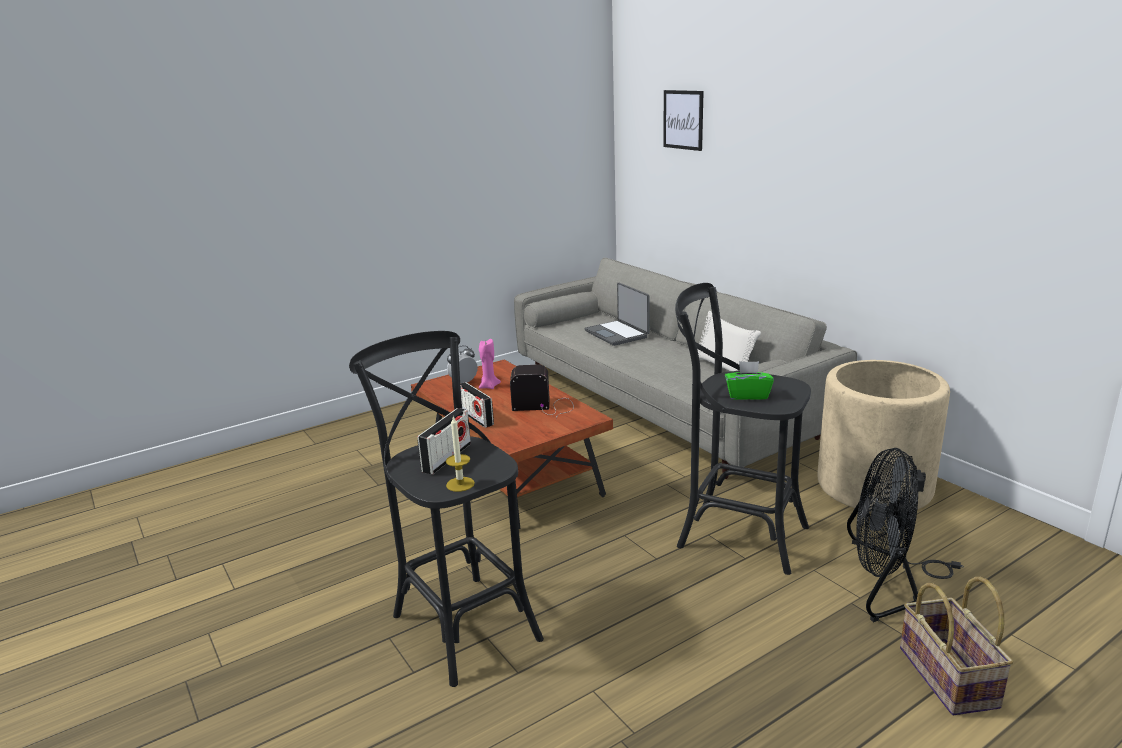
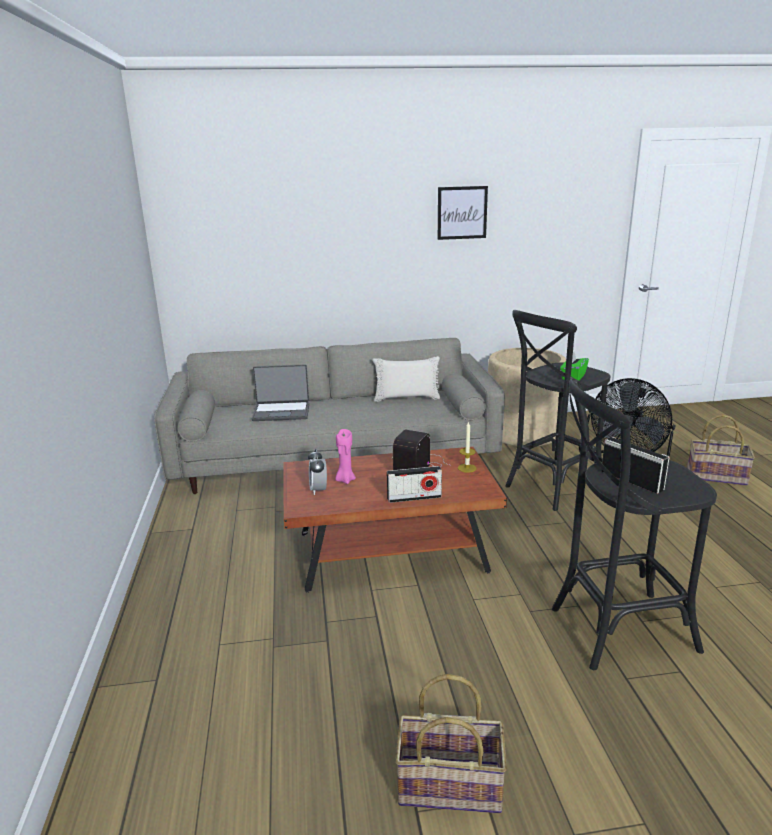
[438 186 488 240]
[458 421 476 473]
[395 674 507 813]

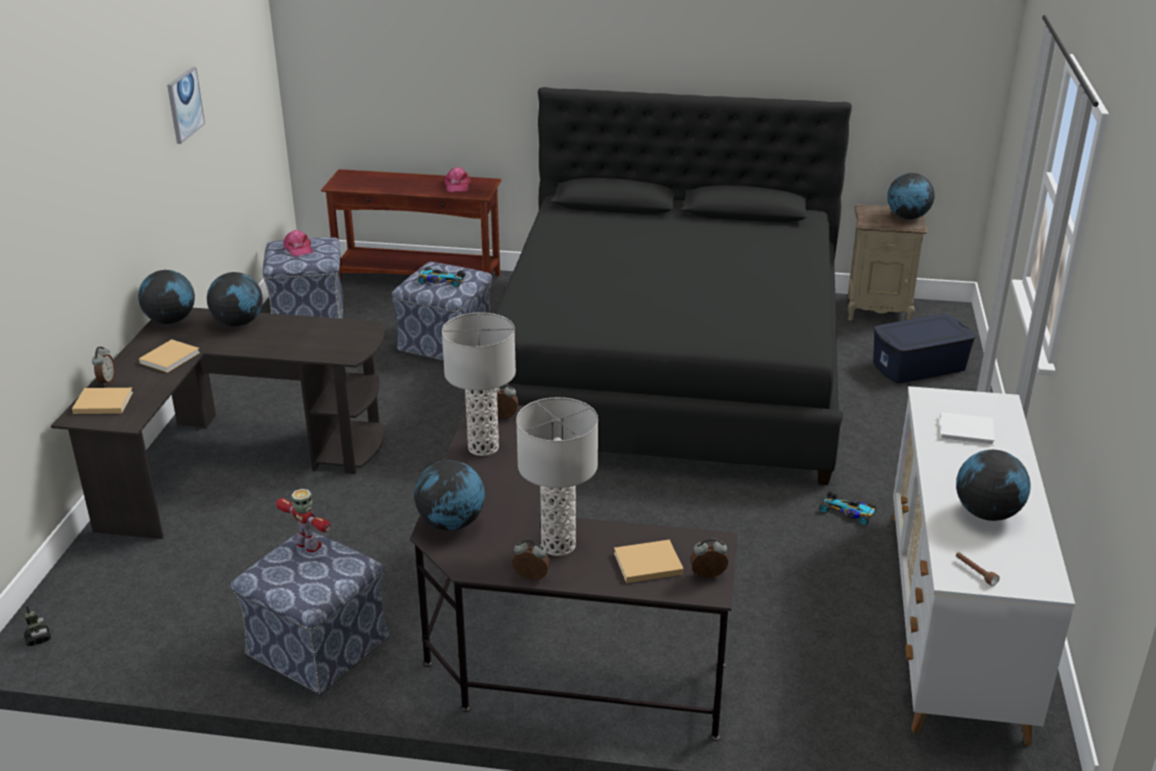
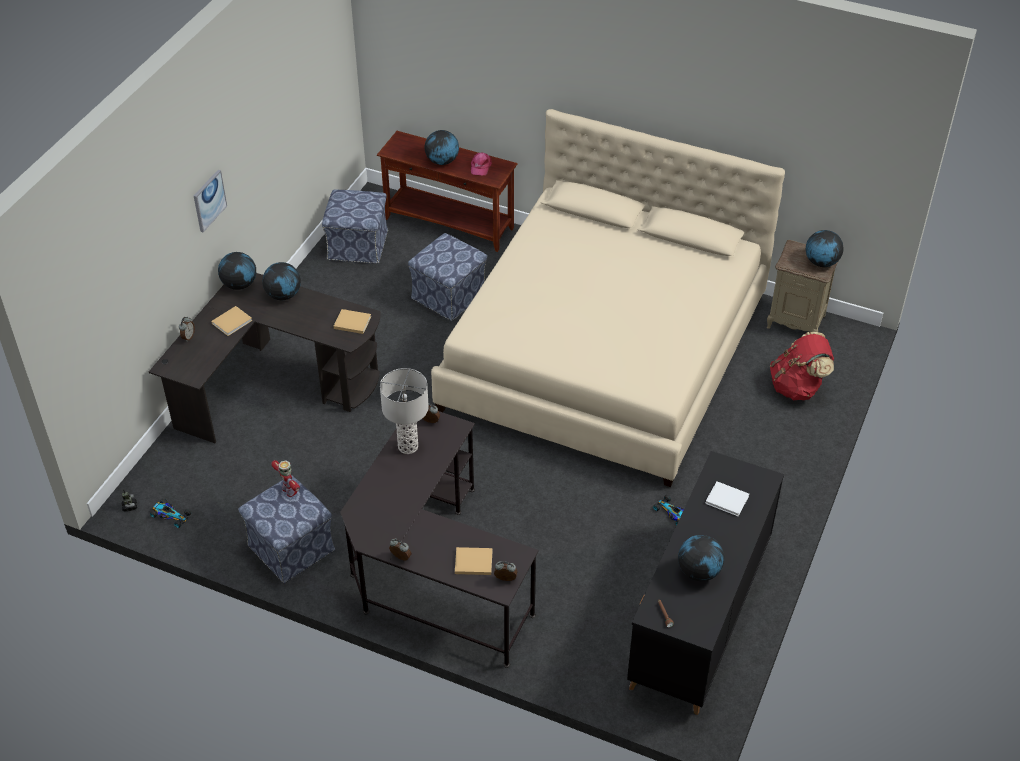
[194 170 227 232]
[431 109 785 487]
[283 230 313 256] (first image)
[150 499 191 528]
[770 332 834 400]
[627 451 784 715]
[333 309 371 334]
[516 397 598 556] (first image)
[424 130 459 165]

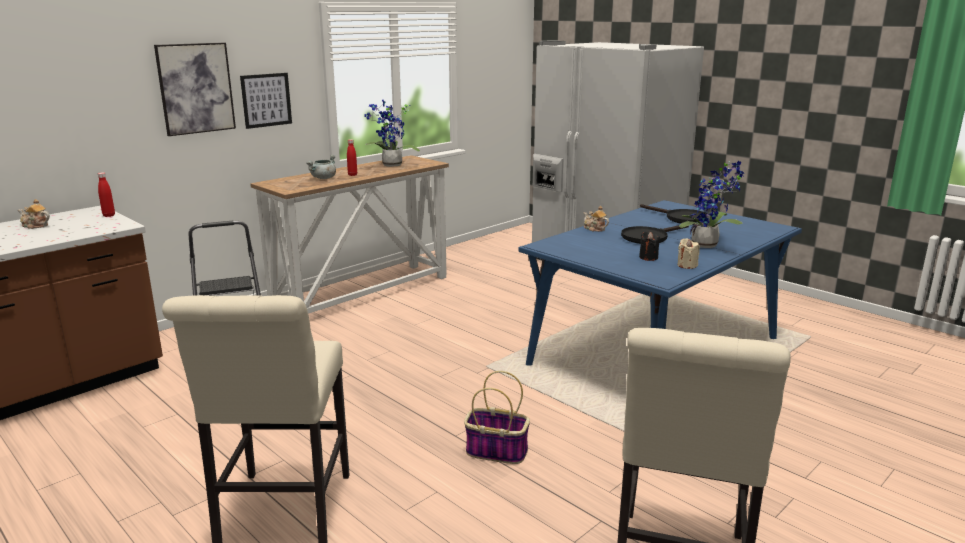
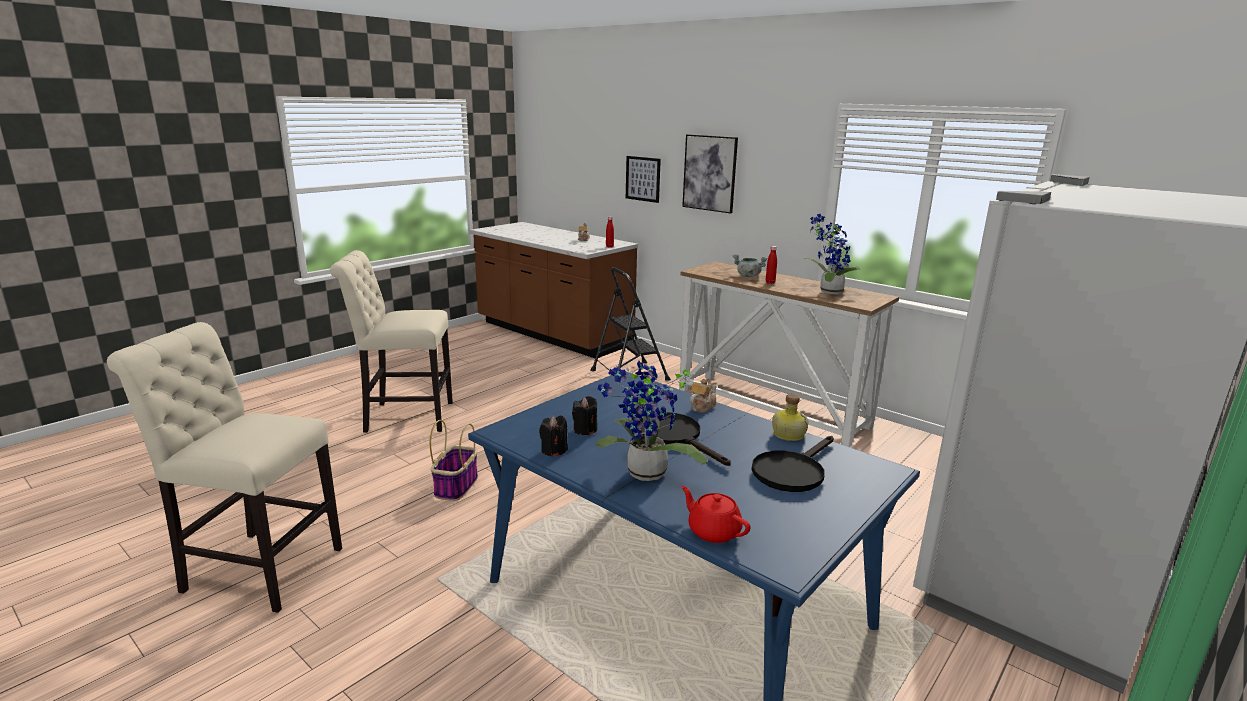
[626 156 661 203]
[539 416 568 457]
[772 394 808 441]
[681 486 751 543]

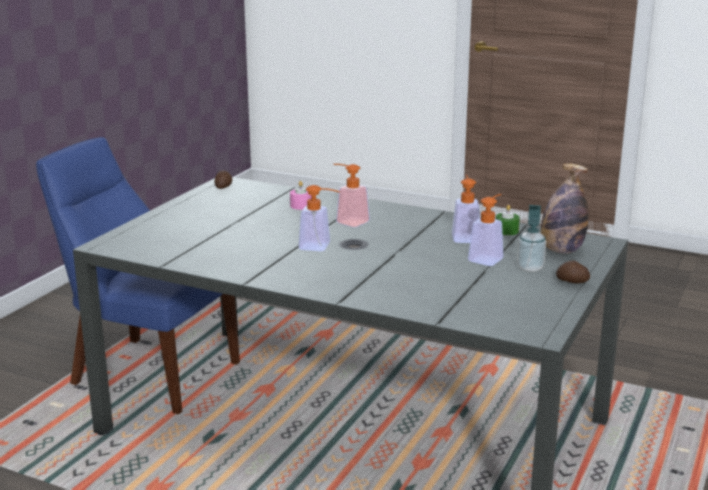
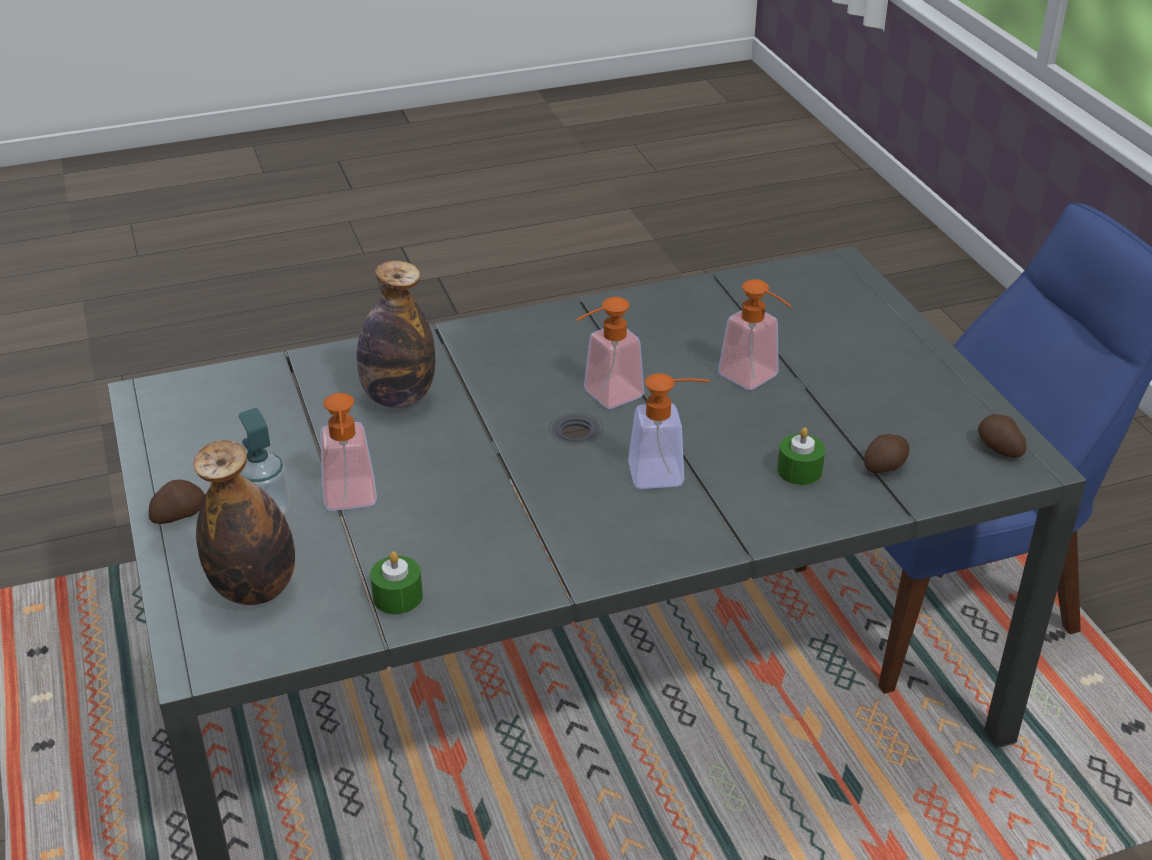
[718 279 791 390]
[777 427 825 485]
[357 261 435 408]
[864 434 909 473]

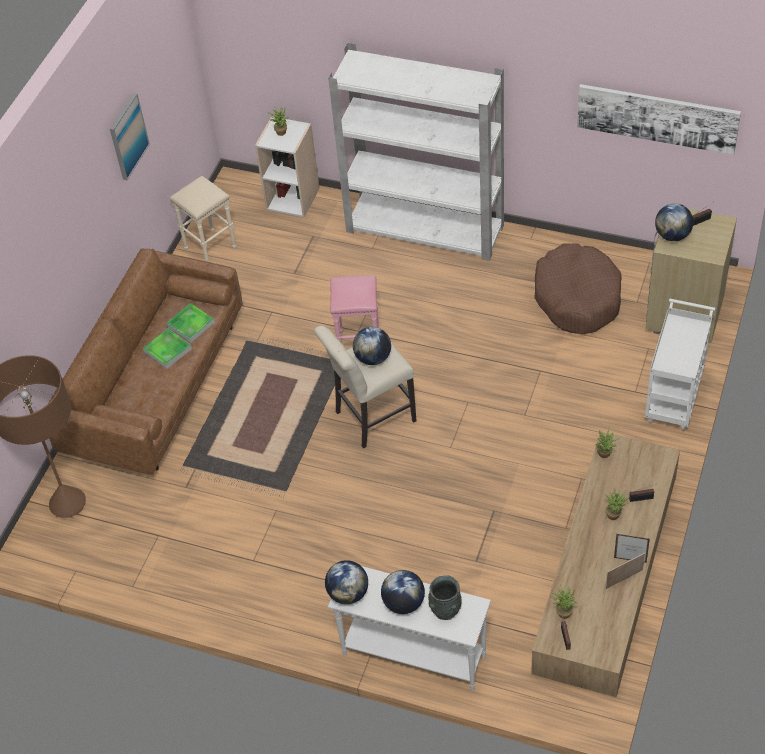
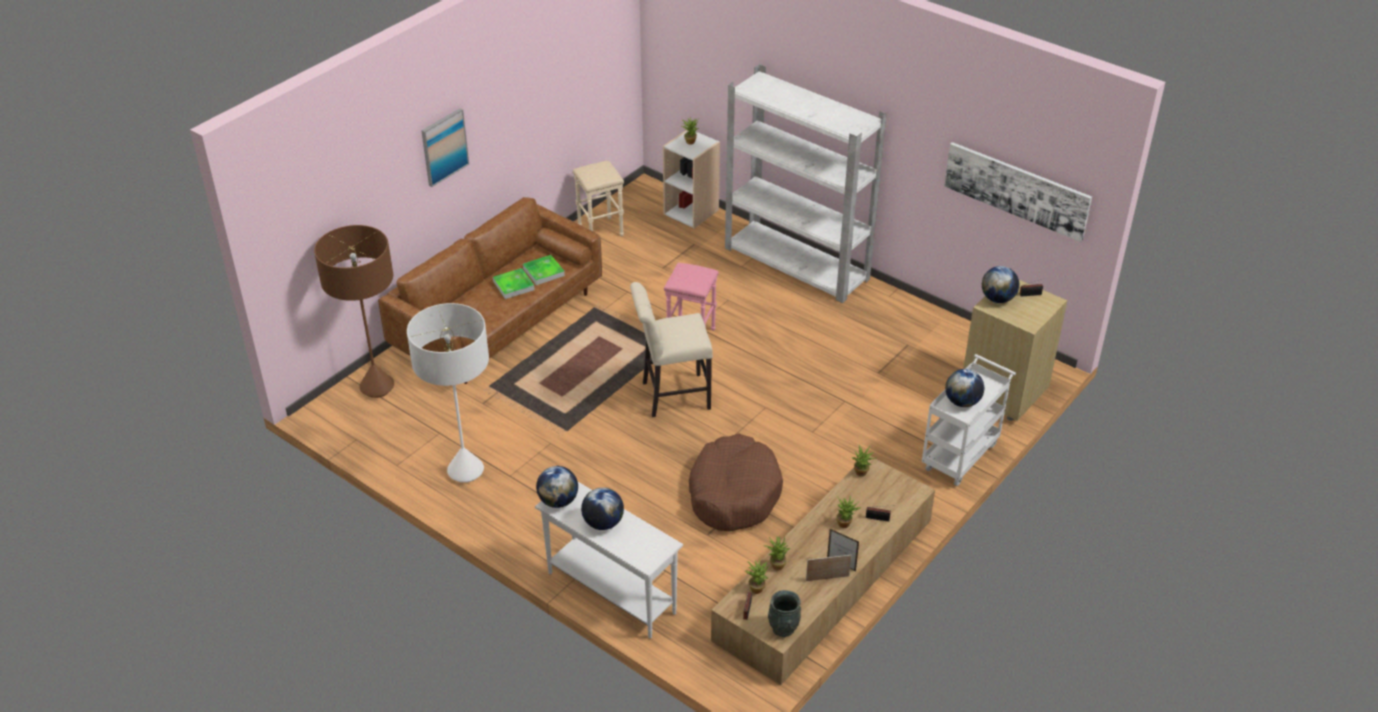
[421 108 469 187]
[689 433 783 532]
[945 369 984 407]
[768 590 801 637]
[407 303 489 483]
[763 536 790 571]

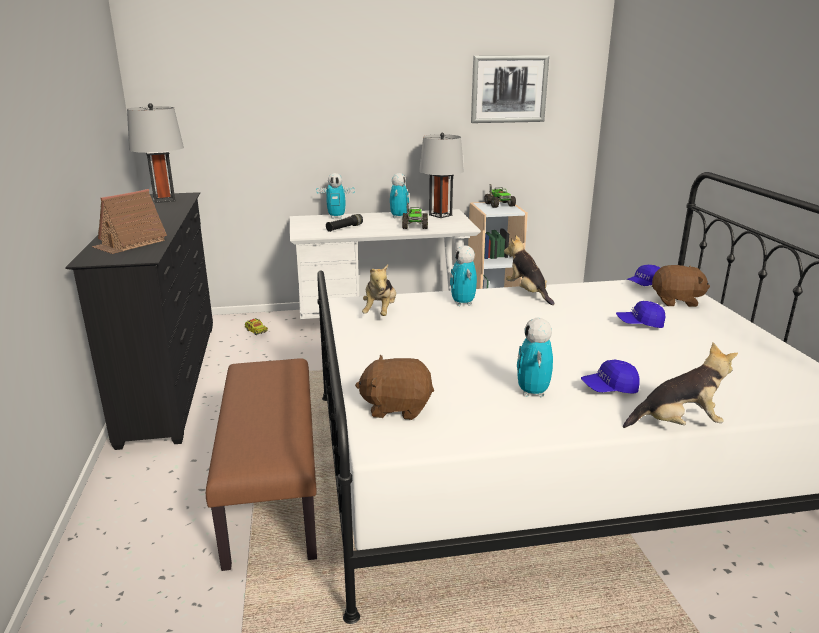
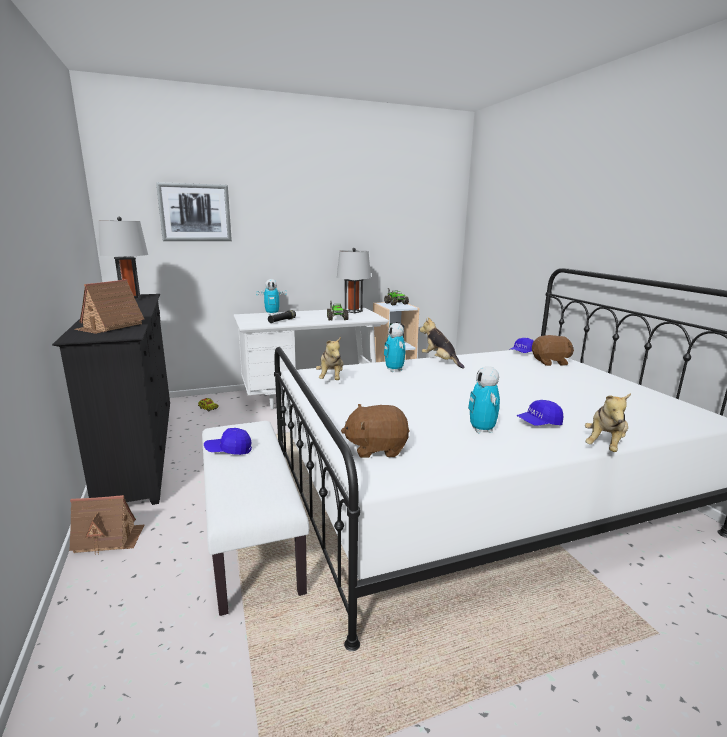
[156 182 232 241]
[390 173 409 219] (first image)
[204 428 252 455]
[585 393 631 452]
[202 421 309 616]
[69 495 145 555]

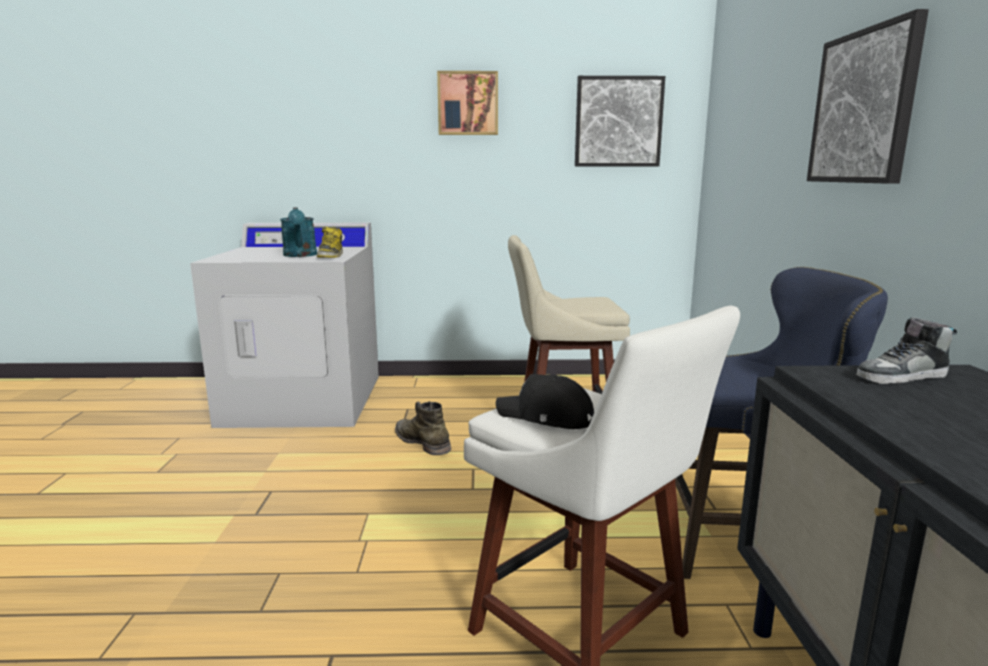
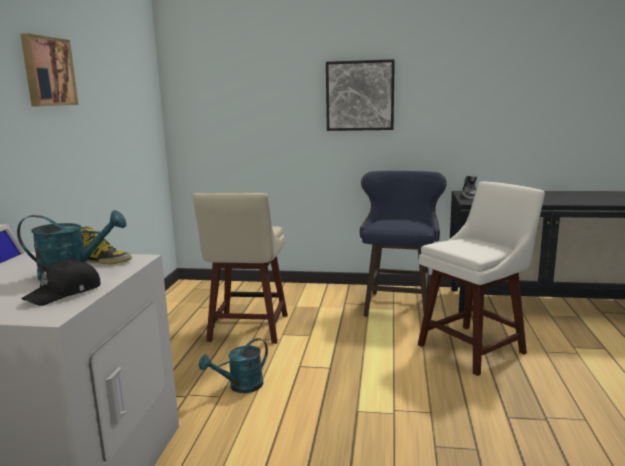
[575 76 665 166] (first image)
[21 259 101 306]
[199 338 268 393]

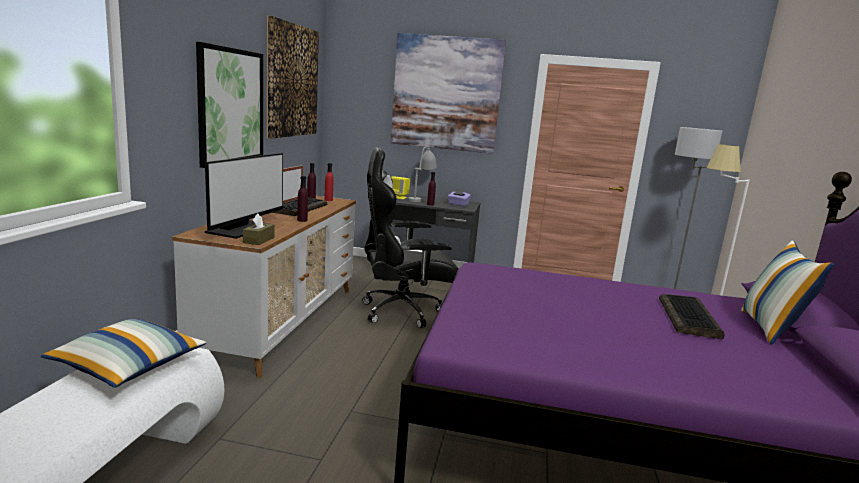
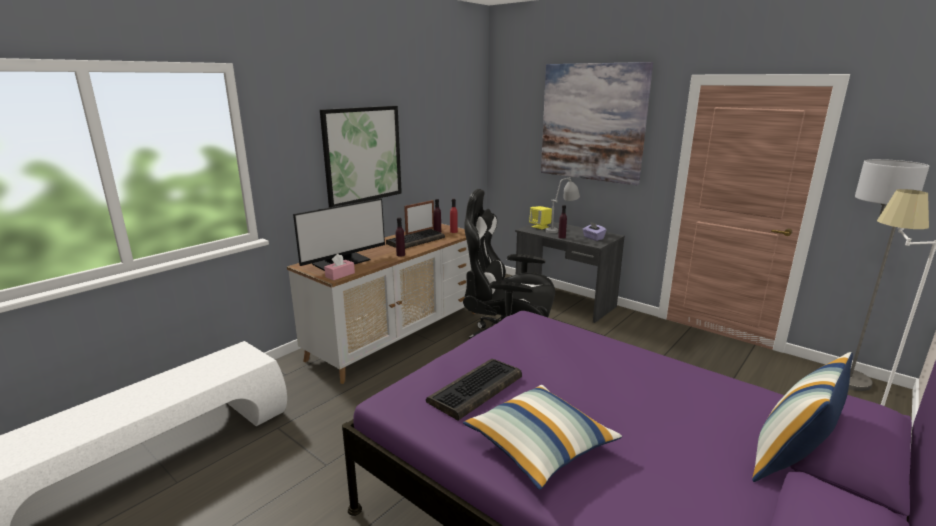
[267 15 319 139] (first image)
[324 254 355 280]
[426 359 522 420]
[463 385 622 490]

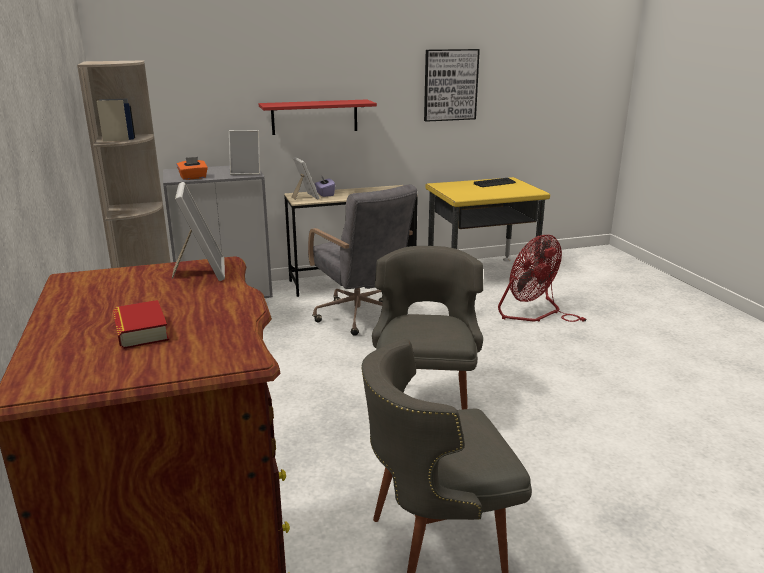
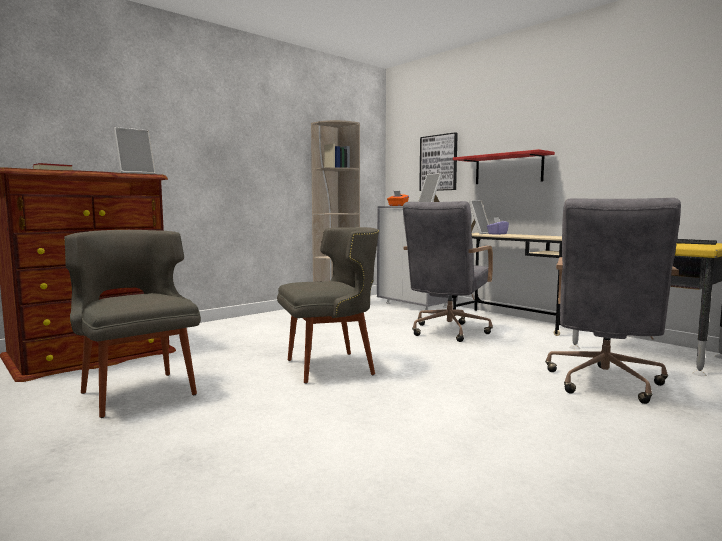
[419 132 458 191]
[545 198 681 404]

